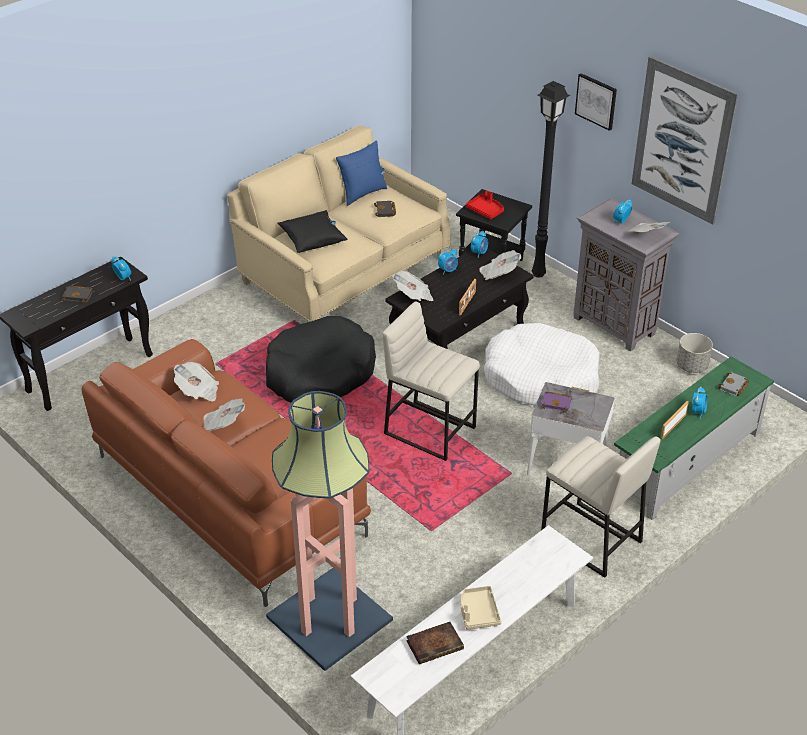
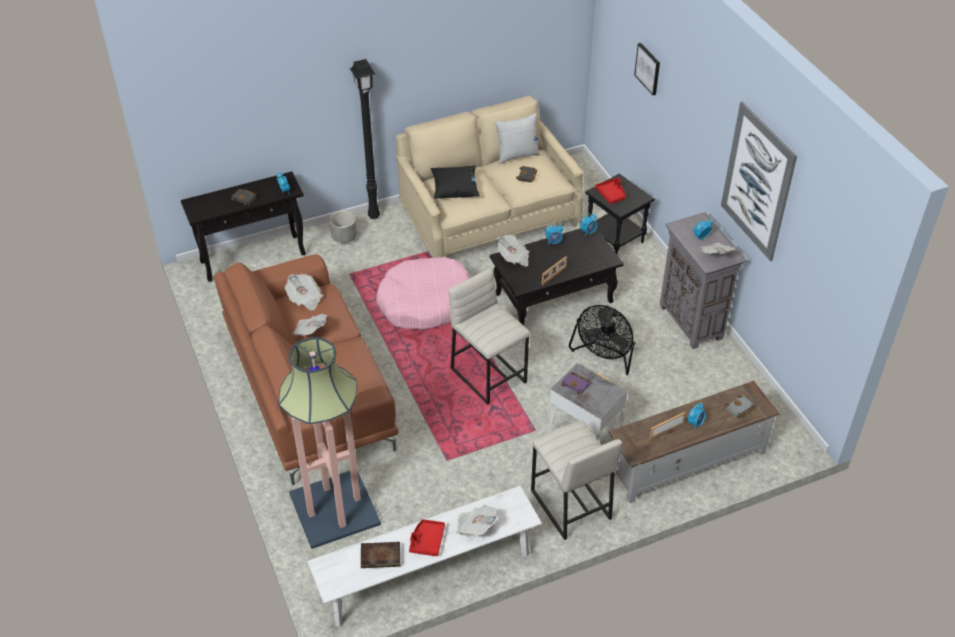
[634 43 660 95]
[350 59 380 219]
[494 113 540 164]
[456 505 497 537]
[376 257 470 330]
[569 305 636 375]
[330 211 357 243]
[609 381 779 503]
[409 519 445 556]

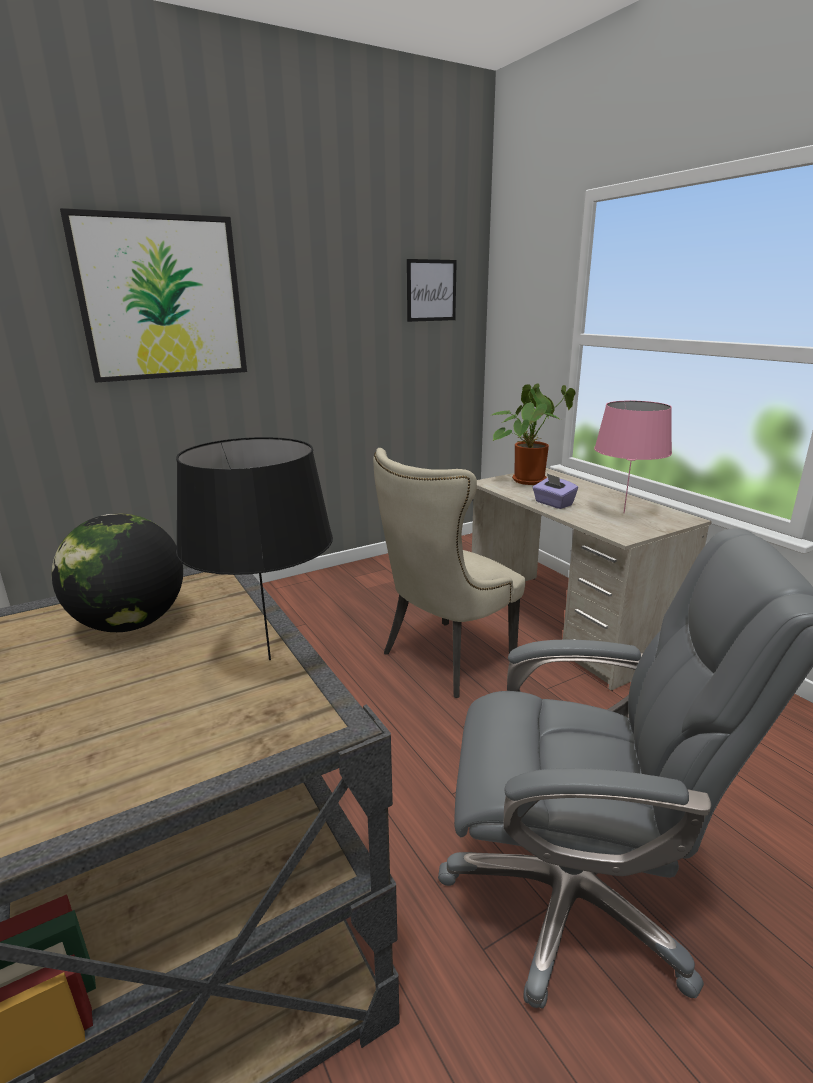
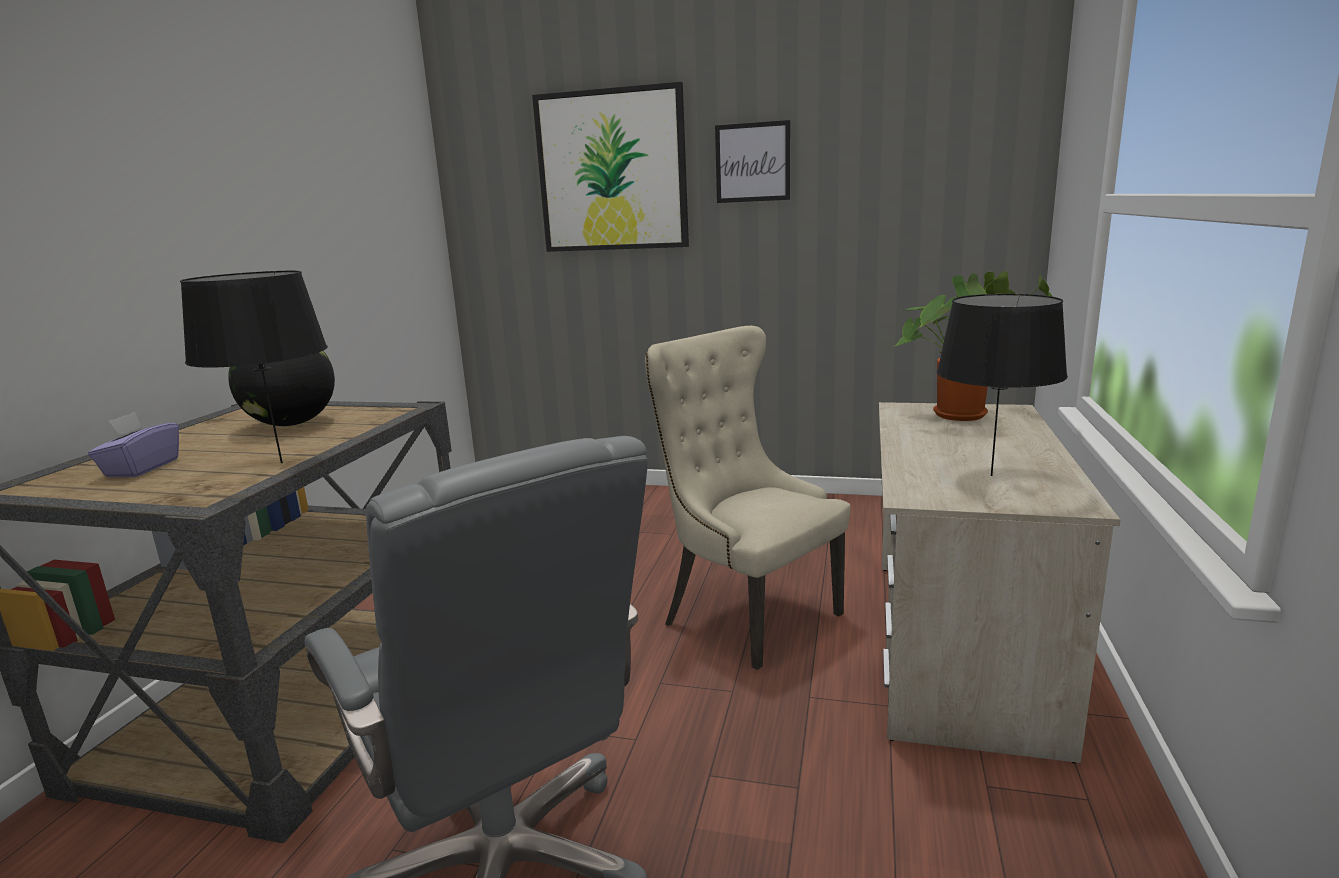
[715 120 790 203]
[937 294 1068 476]
[645 326 851 670]
[88 412 179 477]

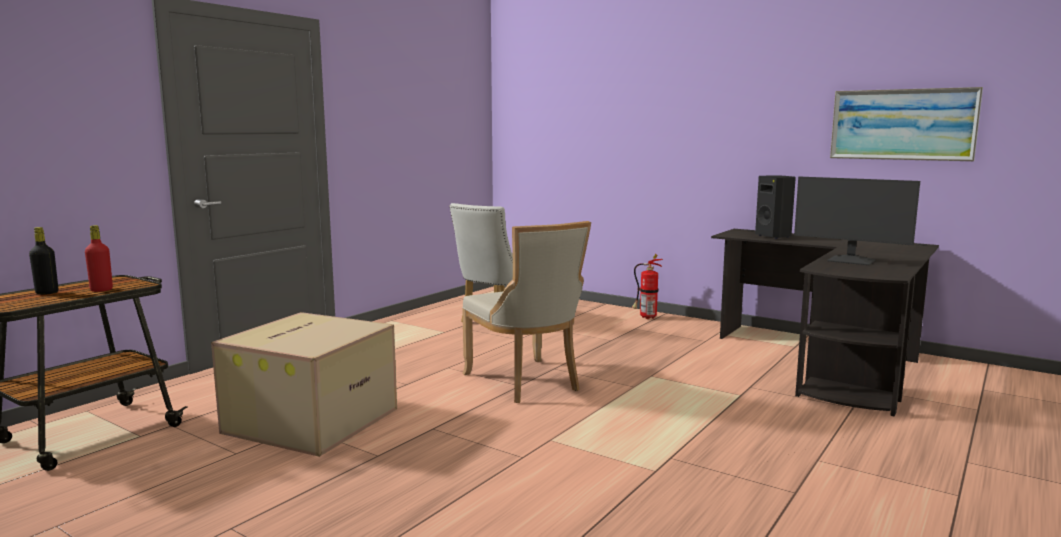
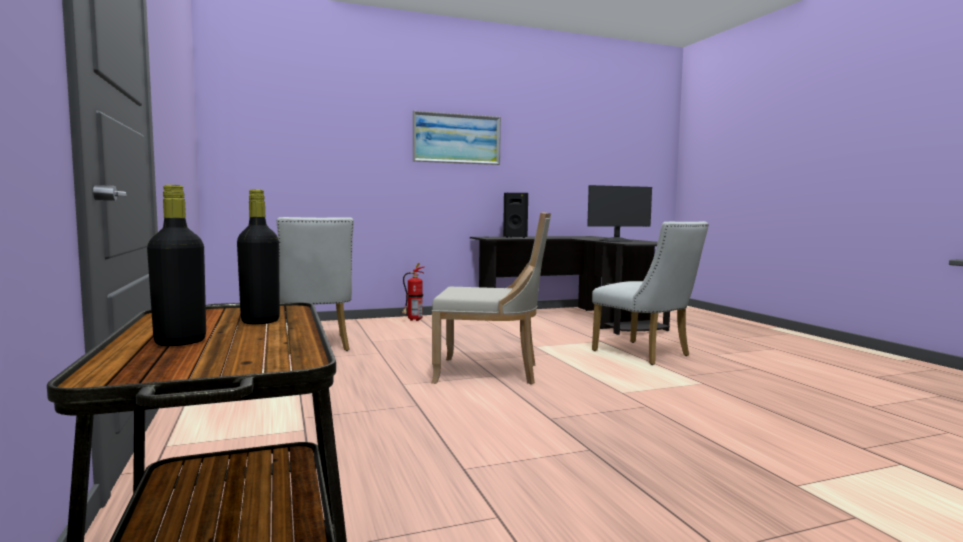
[413 111 501 165]
[237 189 280 324]
[211 312 397 457] (first image)
[592 221 709 365]

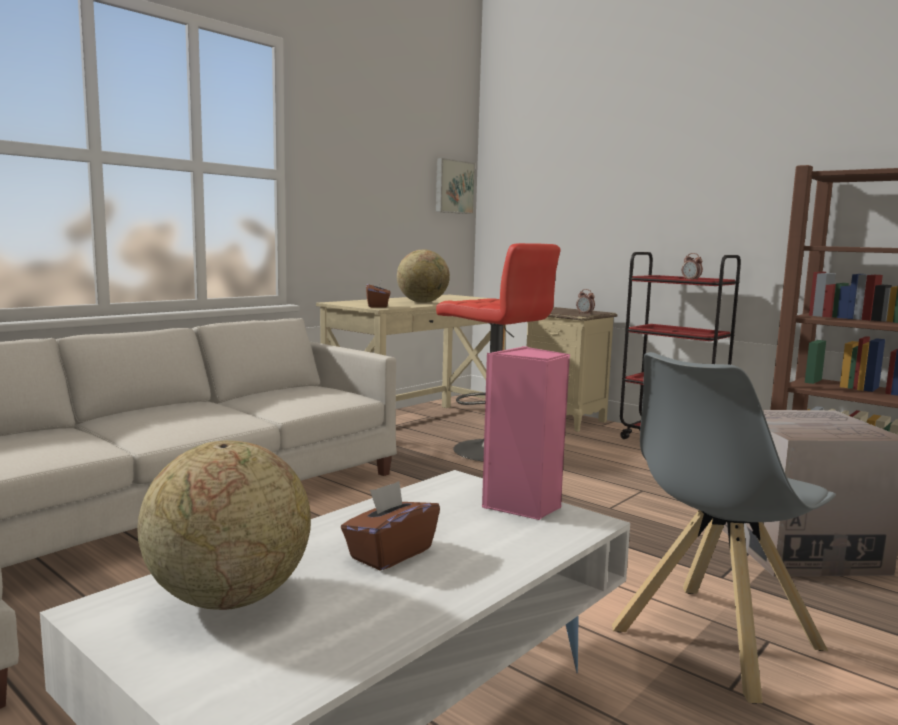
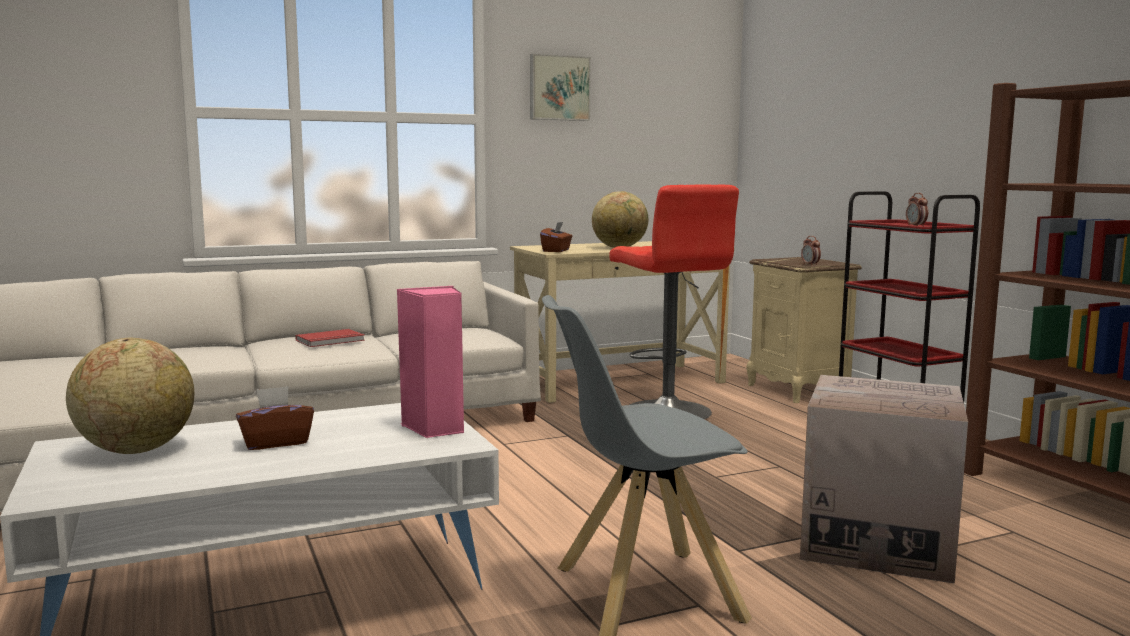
[530 54 591 121]
[295 329 365 347]

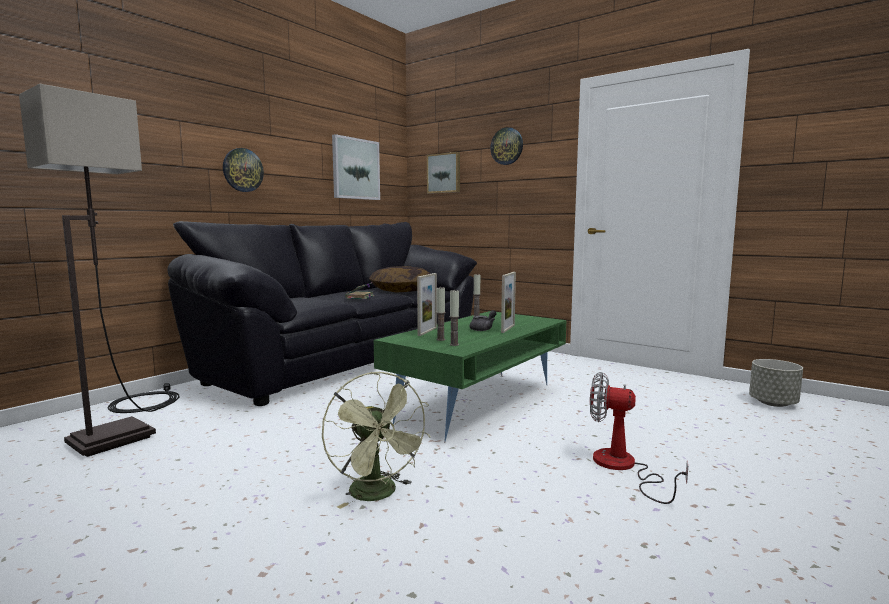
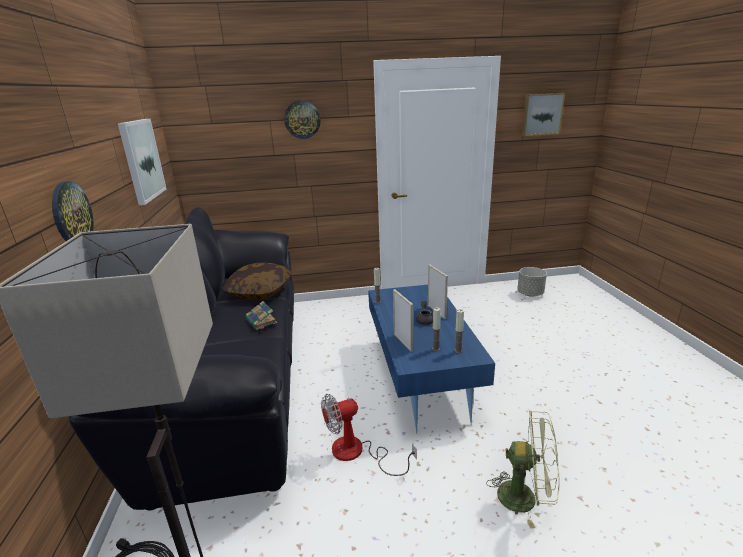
[522 93 565 136]
[368 285 495 433]
[321 394 417 476]

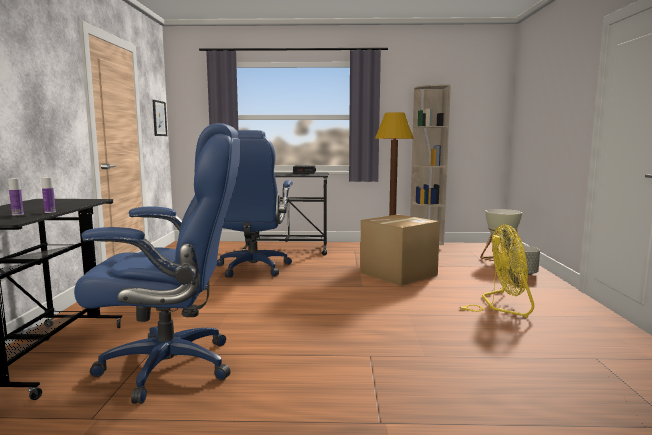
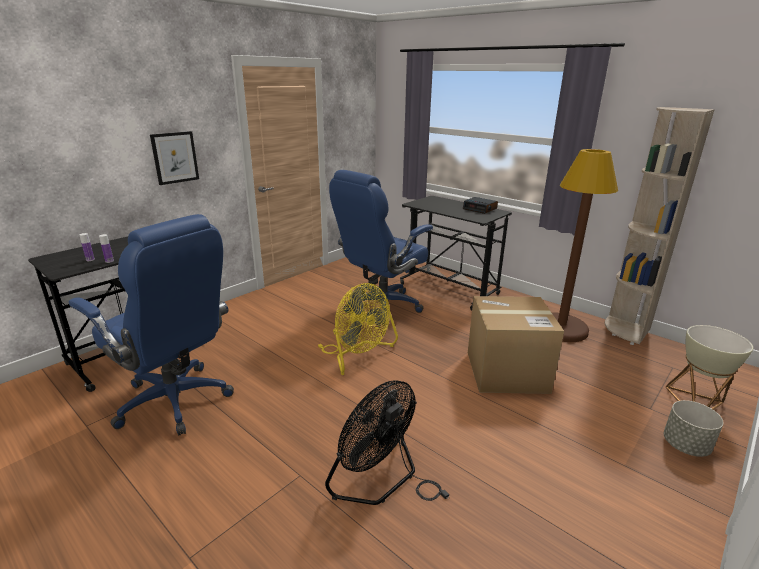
[150 131 199 185]
[318 283 398 375]
[325 381 449 505]

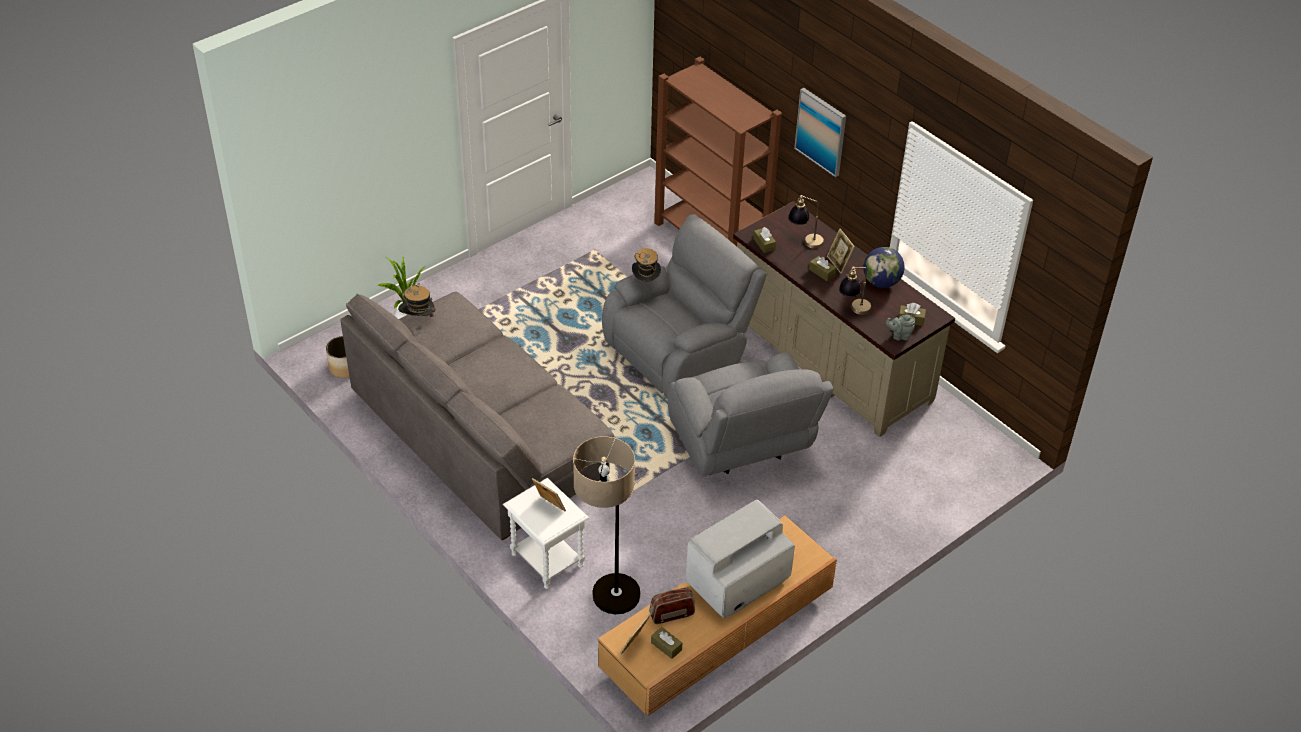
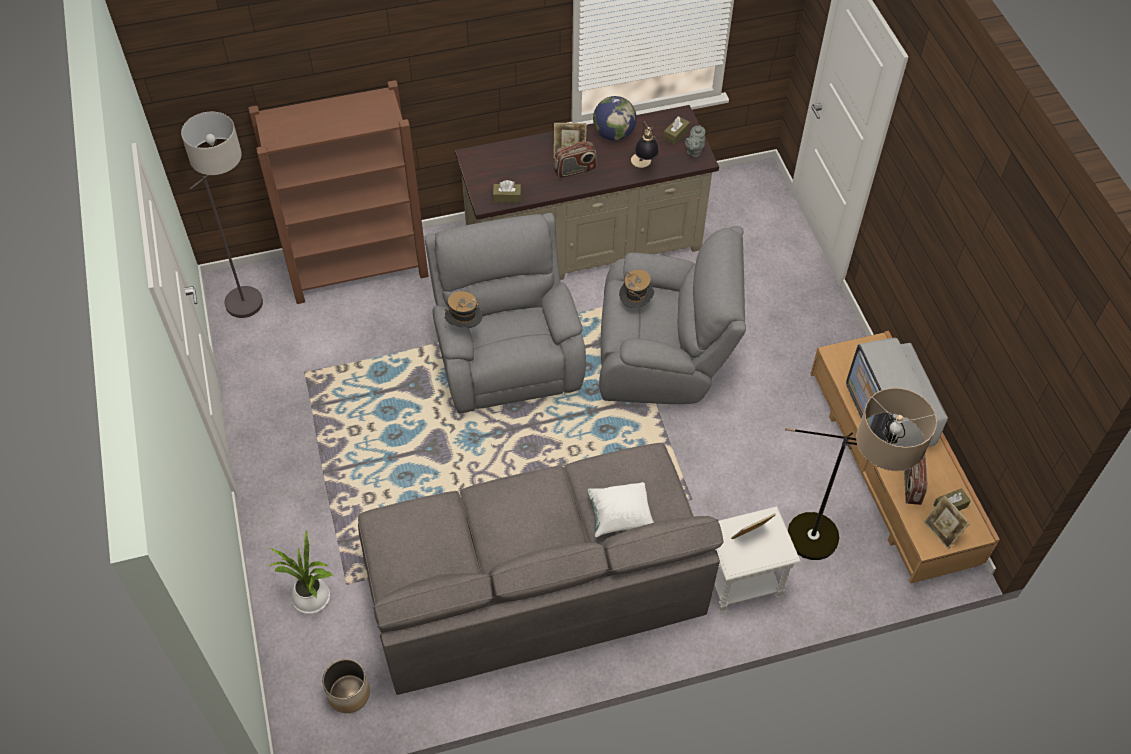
[794 88 846 177] (first image)
[788 195 824 249] (first image)
[554 142 597 179]
[619 269 654 308]
[181 112 263 318]
[587 482 654 537]

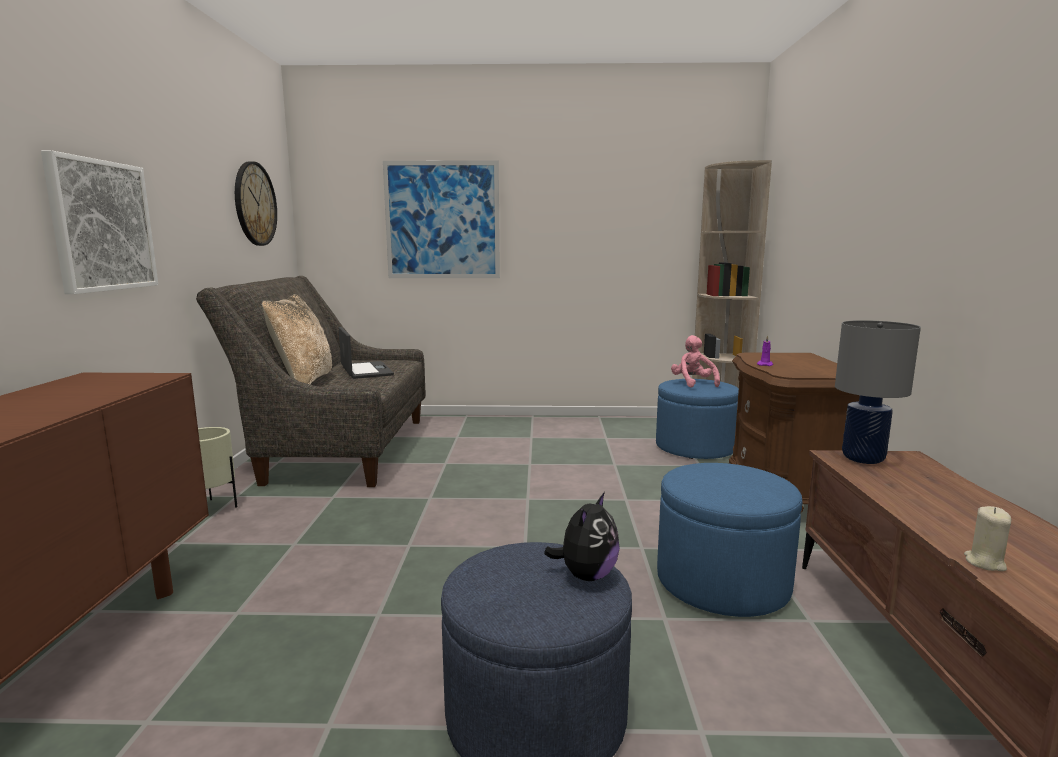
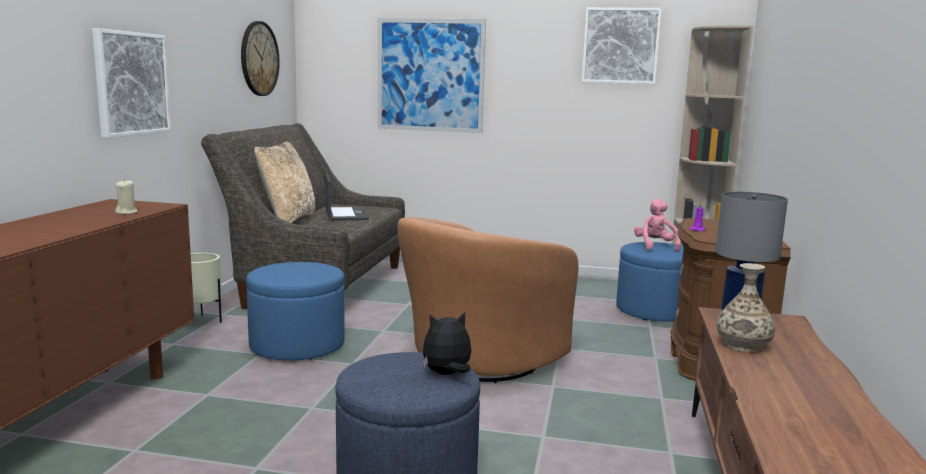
[246 262 345 361]
[423 312 471 375]
[115 179 138 214]
[582 7 662 84]
[397 217 578 383]
[717 263 775 352]

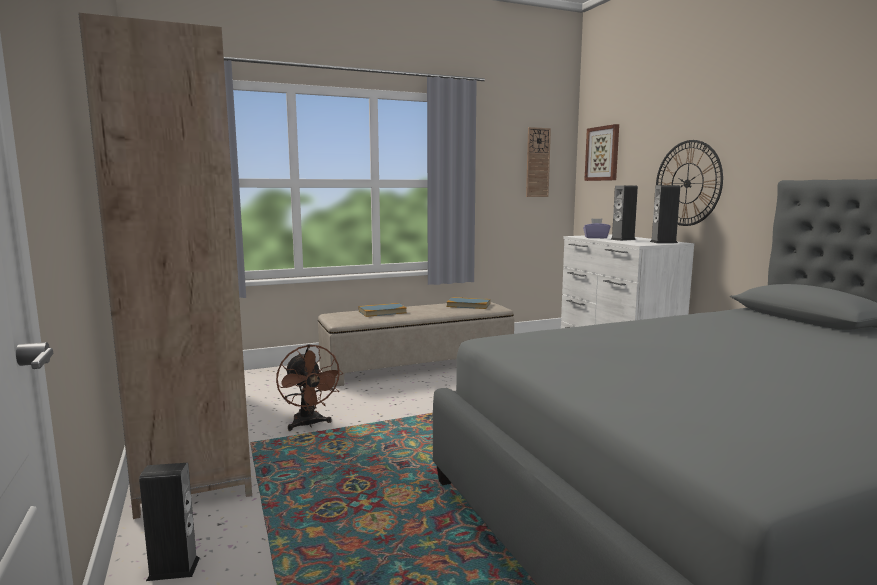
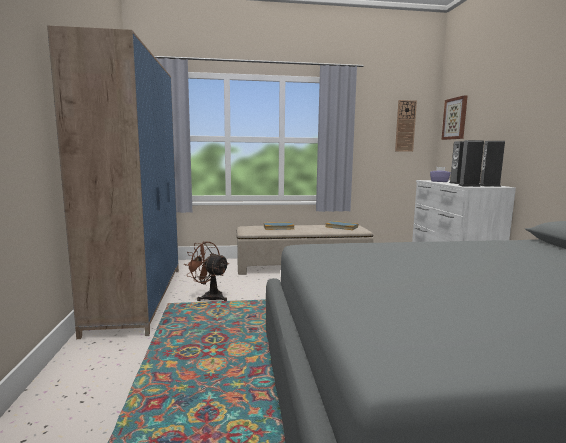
[656 140 723 226] (first image)
[184 241 229 301]
[459 140 484 187]

